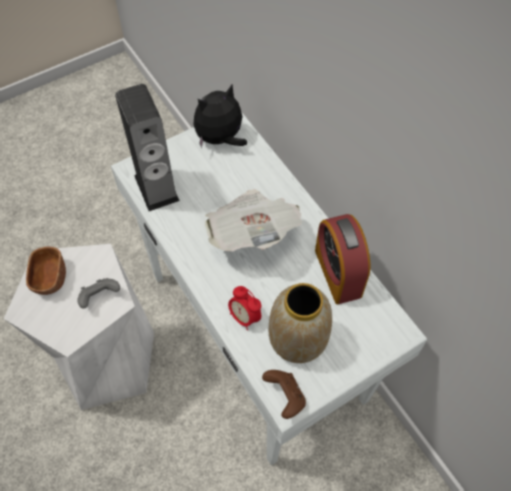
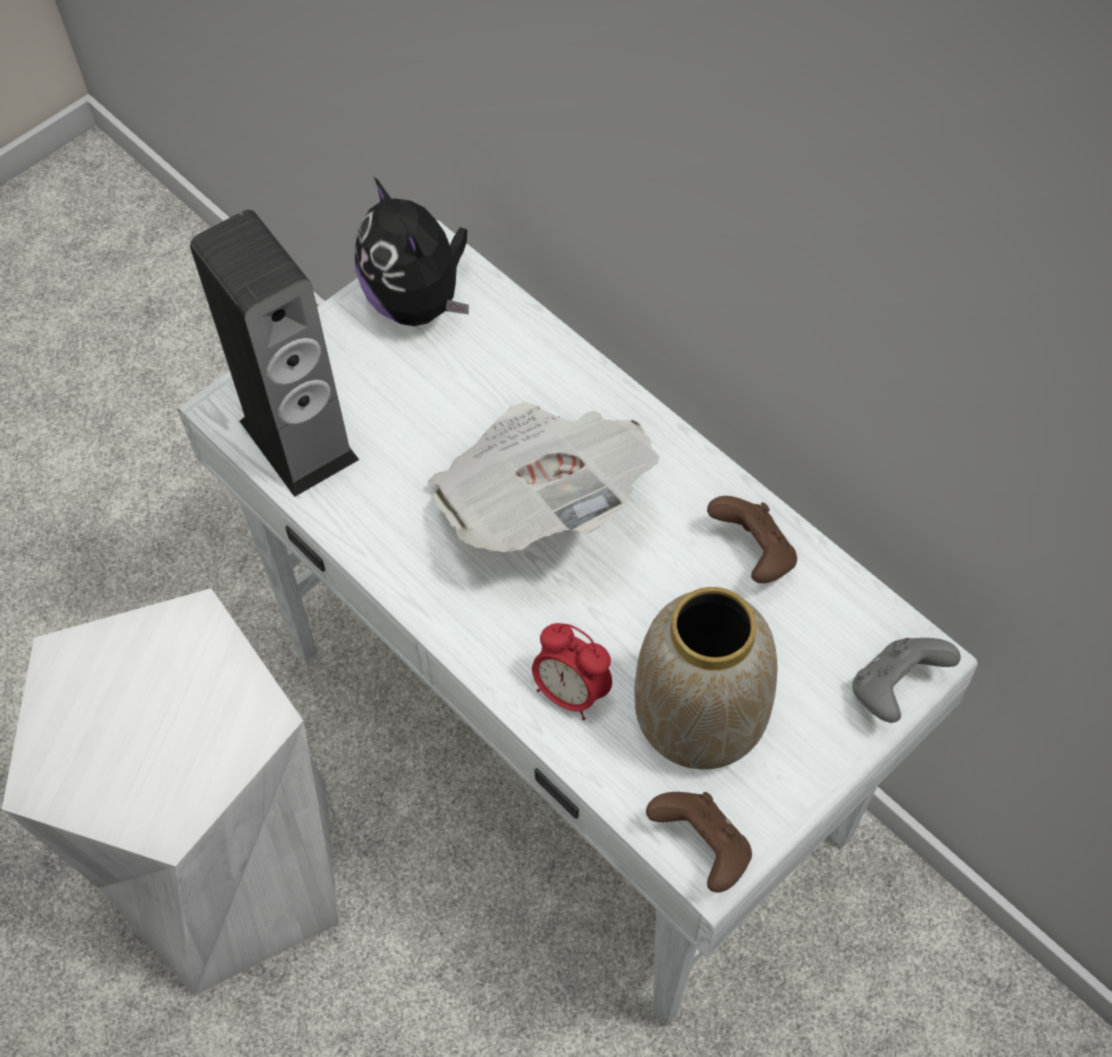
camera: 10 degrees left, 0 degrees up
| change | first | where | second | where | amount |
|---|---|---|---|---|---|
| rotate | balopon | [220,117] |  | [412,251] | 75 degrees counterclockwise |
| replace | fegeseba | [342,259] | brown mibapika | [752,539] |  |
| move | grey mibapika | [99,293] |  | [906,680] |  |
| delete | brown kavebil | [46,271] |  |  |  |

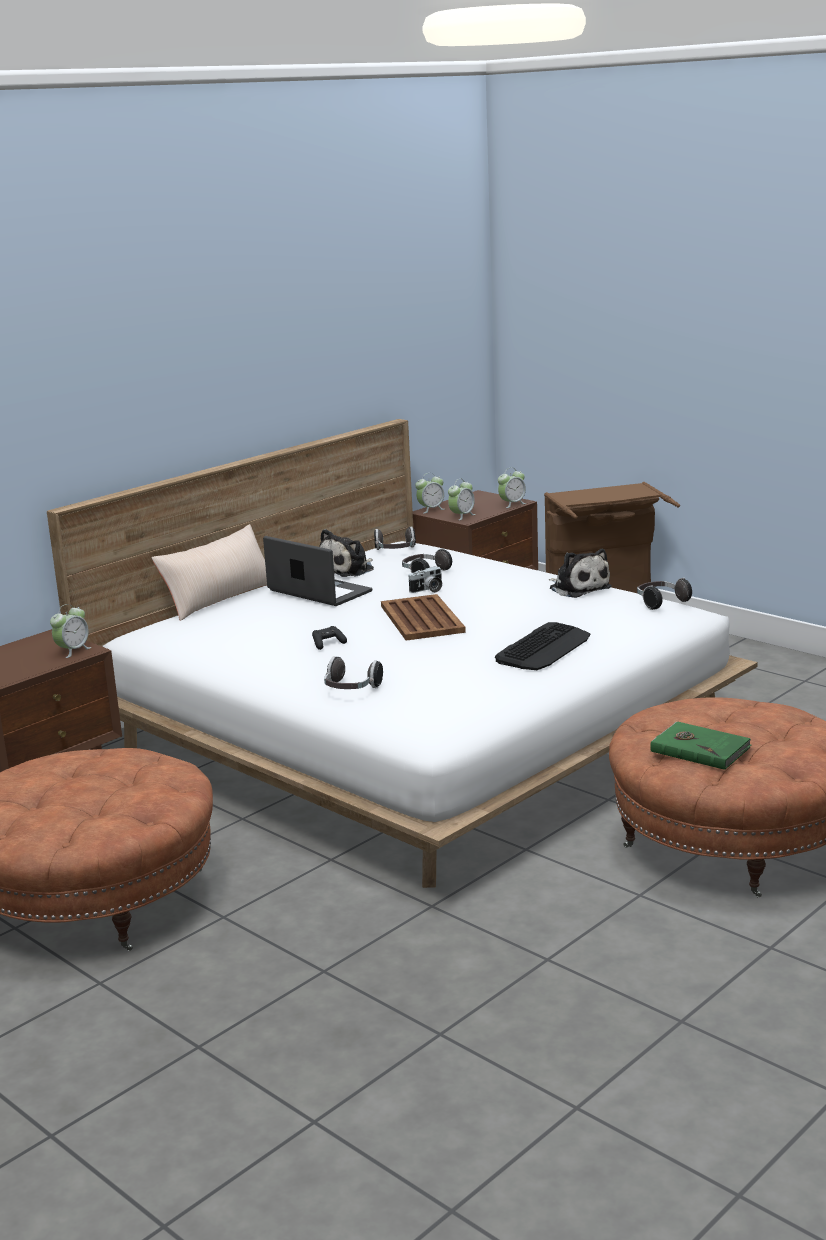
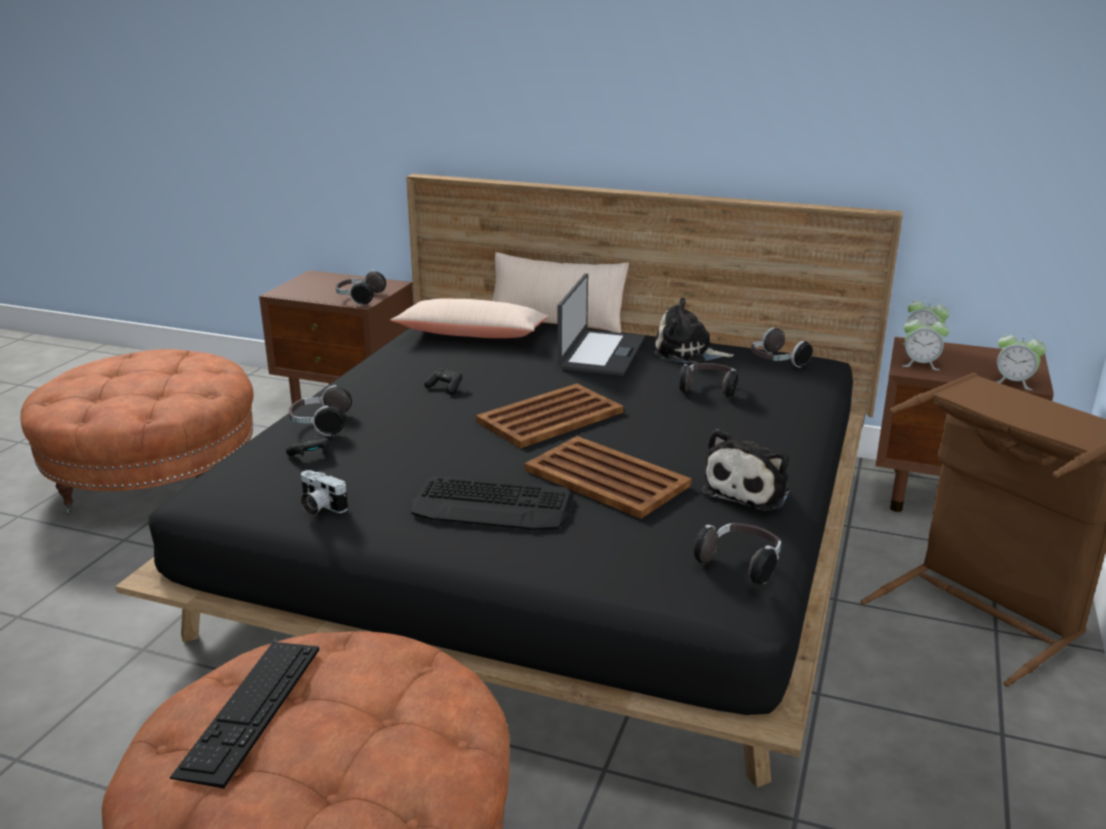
camera: 65 degrees right, 5 degrees up
| change | first | where | second | where | amount |
|---|---|---|---|---|---|
| recolor | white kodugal | [402,653] | black kodugal | [509,481] |  |
| replace | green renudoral | [701,746] | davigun | [244,715] |  |
| insert |  |  | black mibapika | [307,446] |  |
| move | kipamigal | [425,579] |  | [324,493] |  |
| replace | fegeseba | [71,631] | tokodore | [361,288] |  |
| insert |  |  | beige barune | [470,318] |  |
| insert |  |  | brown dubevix | [608,477] |  |

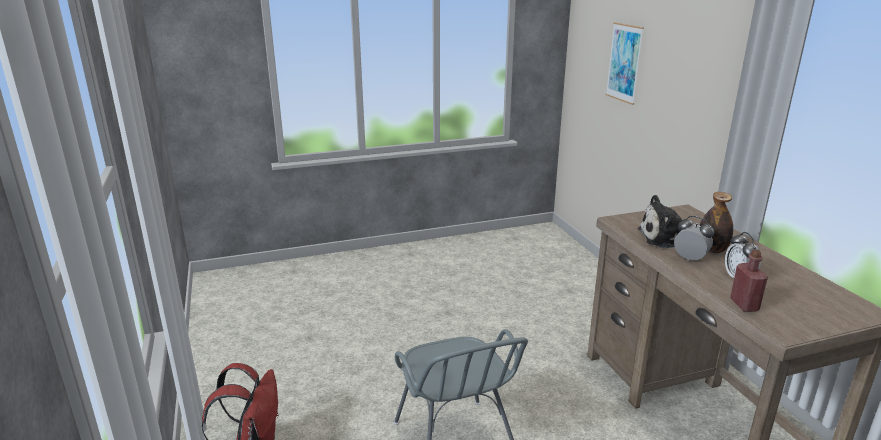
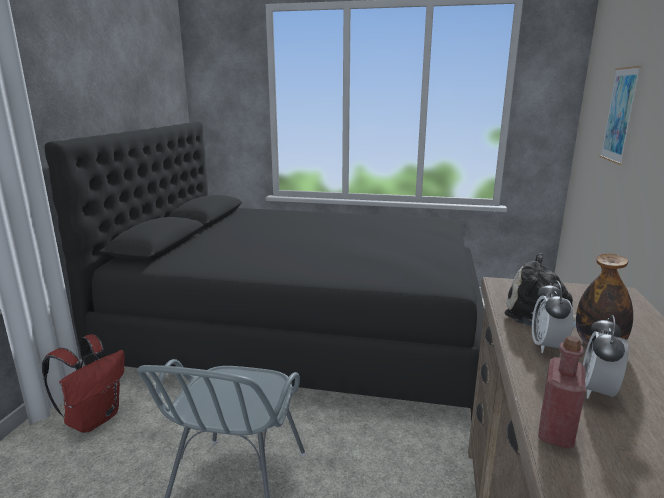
camera: 30 degrees right, 5 degrees down
| change | first | where | second | where | amount |
|---|---|---|---|---|---|
| insert |  |  | black kodugal | [264,271] |  |
| rotate | fegeseba | [694,238] |  | [552,316] | 150 degrees counterclockwise |

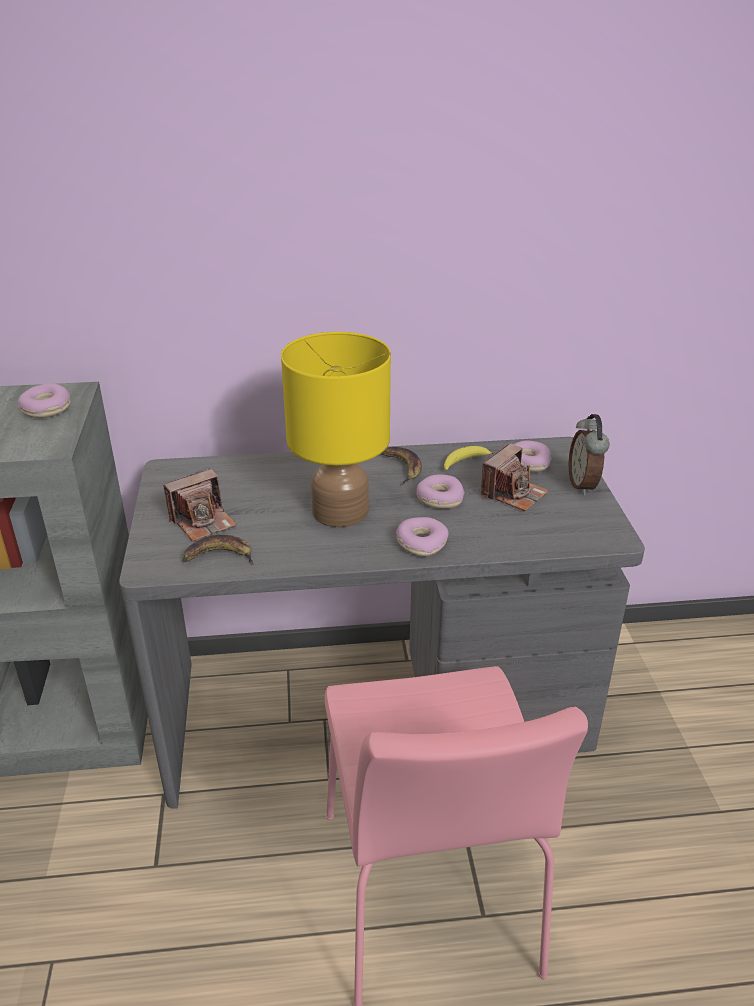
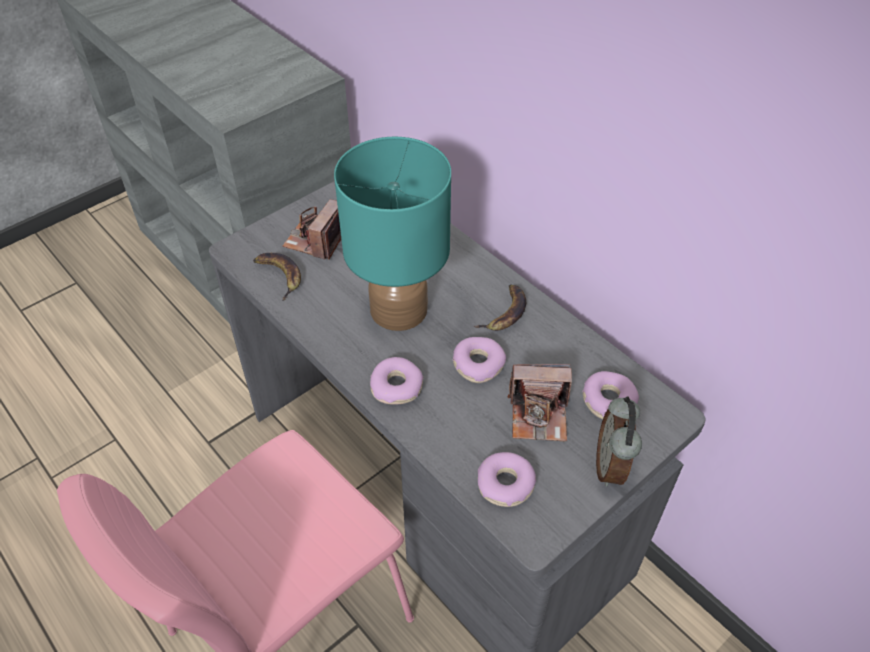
camera: 55 degrees right, 15 degrees up
| change | first | where | second | where | amount |
|---|---|---|---|---|---|
| rotate | kipamigal | [200,504] |  | [312,229] | 90 degrees clockwise |
| recolor | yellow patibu | [336,429] | turquoise patibu | [392,234] |  |
| move | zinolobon | [43,400] |  | [507,479] |  |
| rotate | fegeseba | [589,454] |  | [619,441] | 45 degrees counterclockwise |
| delete | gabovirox | [469,458] |  |  |  |

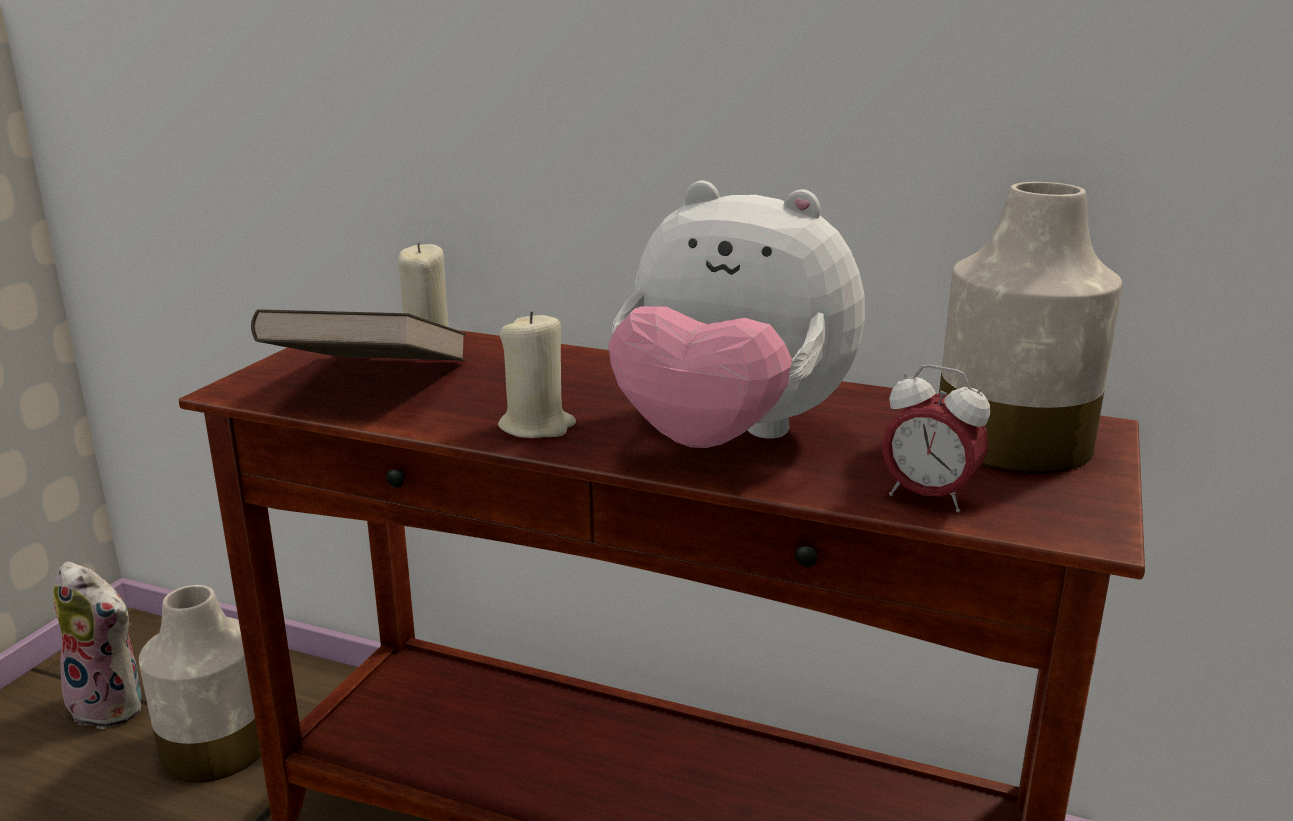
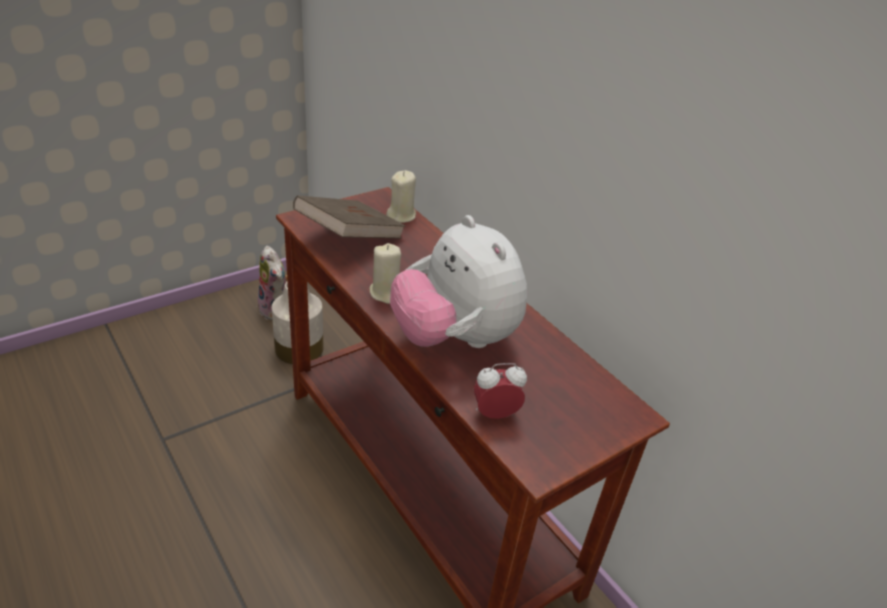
camera: 30 degrees right, 15 degrees up
| change | first | where | second | where | amount |
|---|---|---|---|---|---|
| rotate | fegeseba | [936,438] |  | [500,391] | 105 degrees clockwise |
| delete | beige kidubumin | [1030,328] |  |  |  |

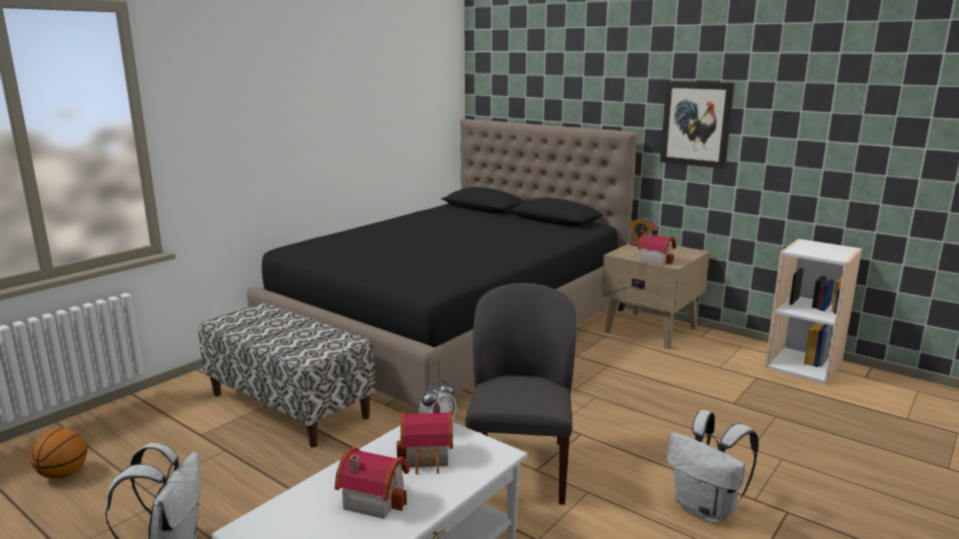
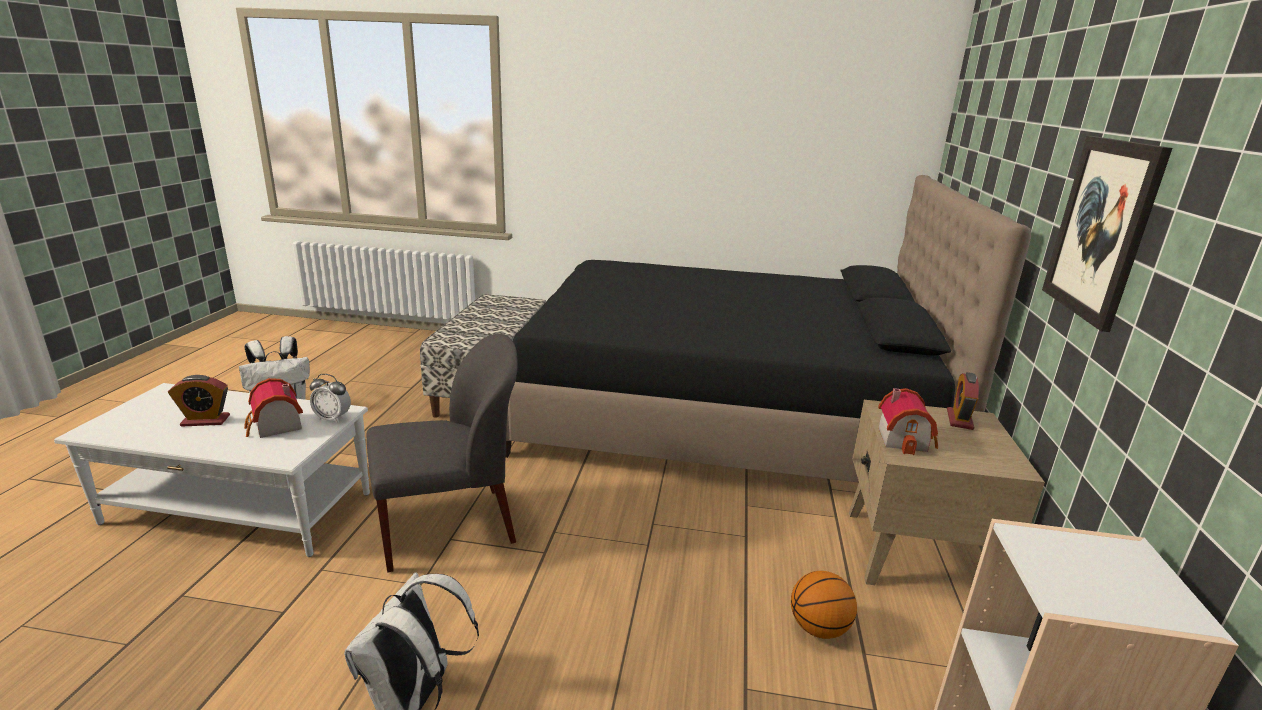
camera: 60 degrees right, 5 degrees up
| change | first | where | second | where | amount |
|---|---|---|---|---|---|
| replace | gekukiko | [372,483] | fegeseba | [199,401] |  |
| move | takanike | [58,453] |  | [824,605] |  |

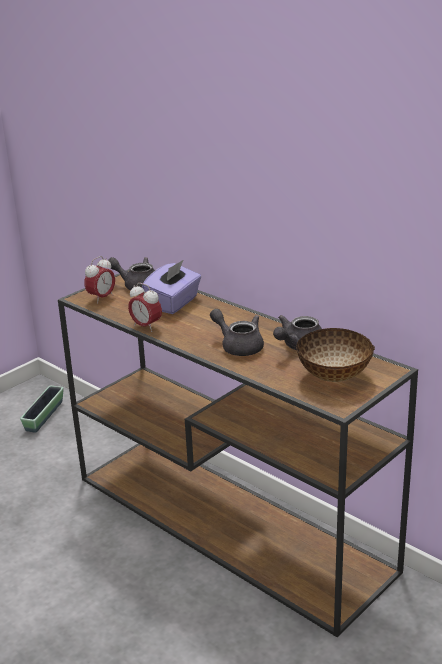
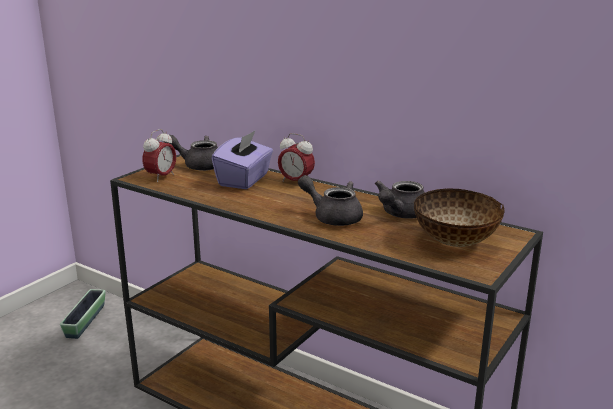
camera: 10 degrees left, 5 degrees down
| change | first | where | second | where | amount |
|---|---|---|---|---|---|
| move | fegeseba | [145,307] |  | [296,157] |  |

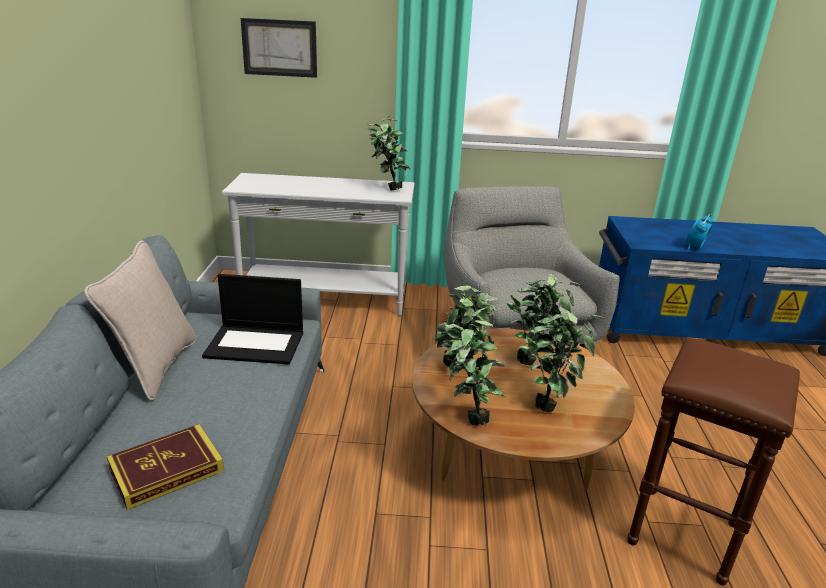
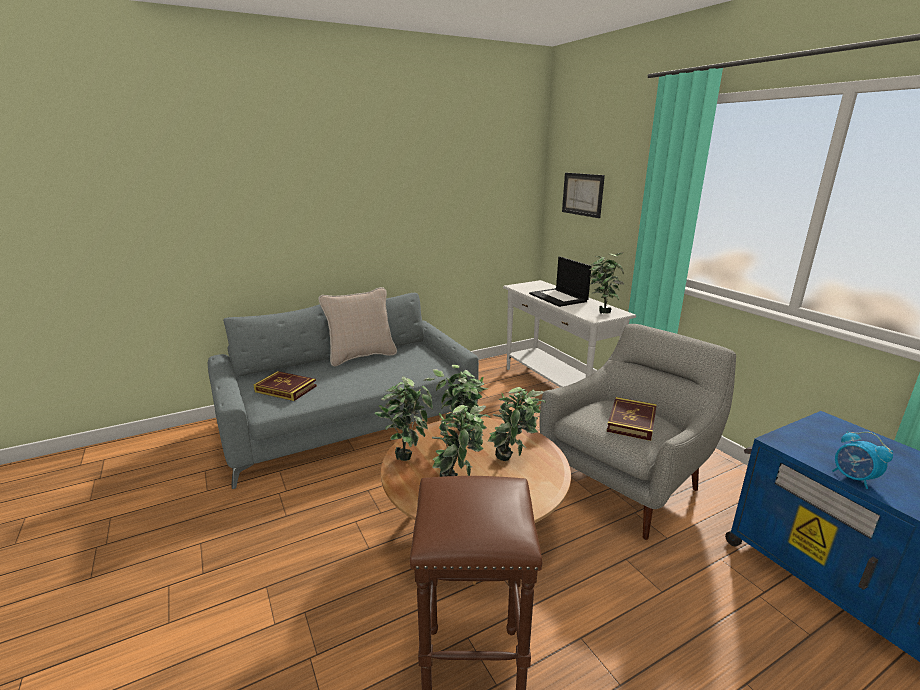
camera: 60 degrees right, 5 degrees down
| change | first | where | second | where | amount |
|---|---|---|---|---|---|
| move | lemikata | [252,319] |  | [560,281] |  |
| insert |  |  | renudoral | [632,419] |  |
| rotate | fegeseba | [699,232] |  | [862,460] | 120 degrees counterclockwise |

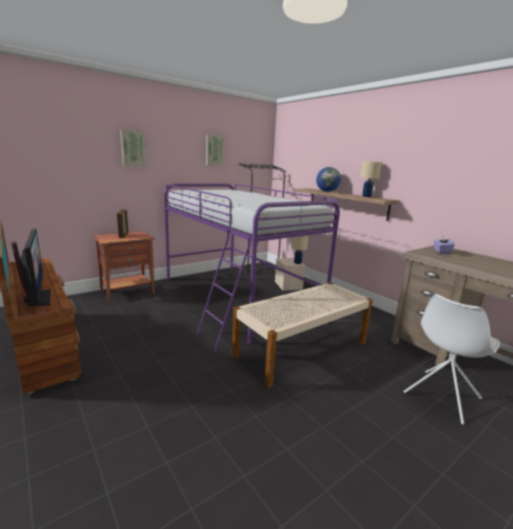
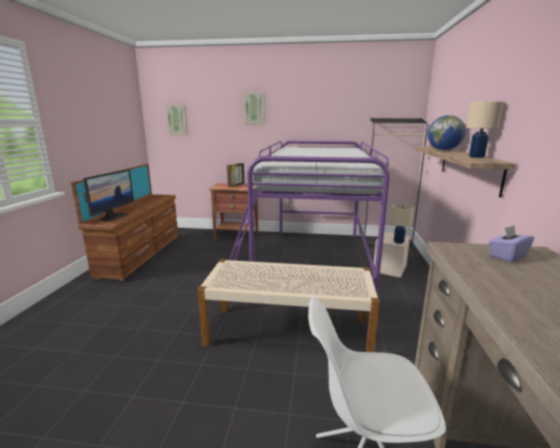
camera: 45 degrees right, 0 degrees up
| change | first | where | second | where | amount |
|---|---|---|---|---|---|
| move | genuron | [215,150] |  | [177,120] |  |

